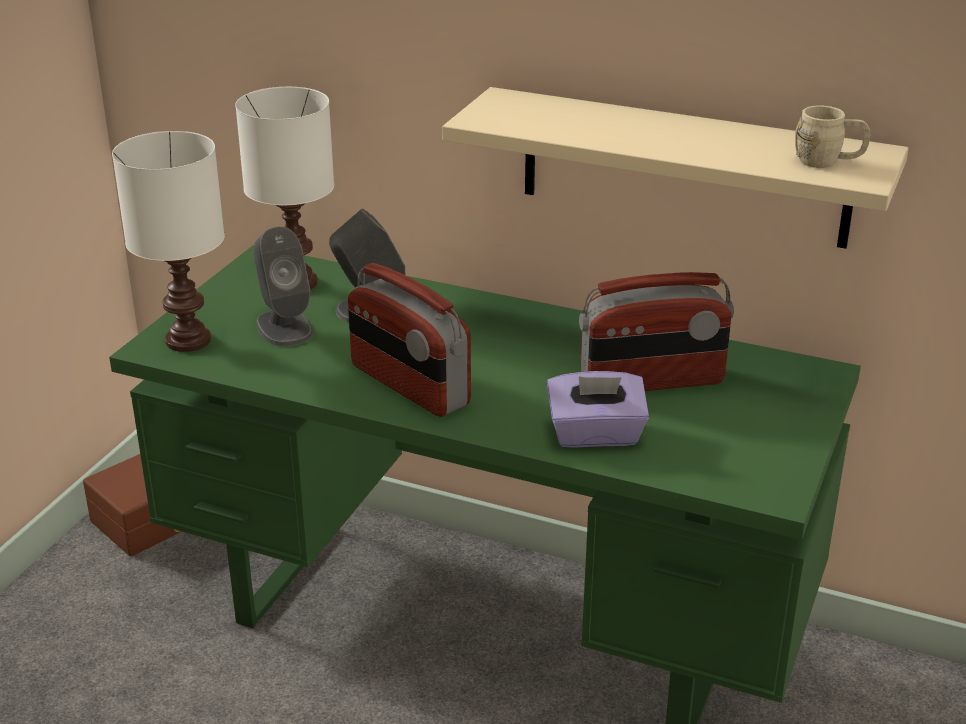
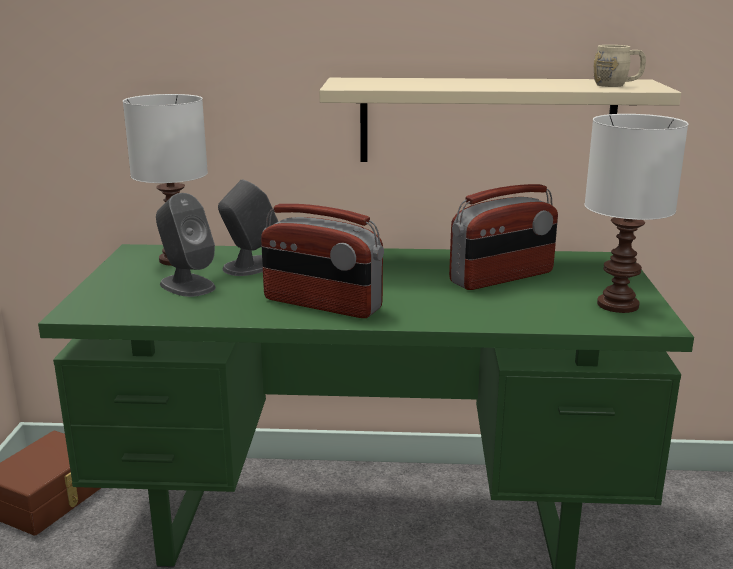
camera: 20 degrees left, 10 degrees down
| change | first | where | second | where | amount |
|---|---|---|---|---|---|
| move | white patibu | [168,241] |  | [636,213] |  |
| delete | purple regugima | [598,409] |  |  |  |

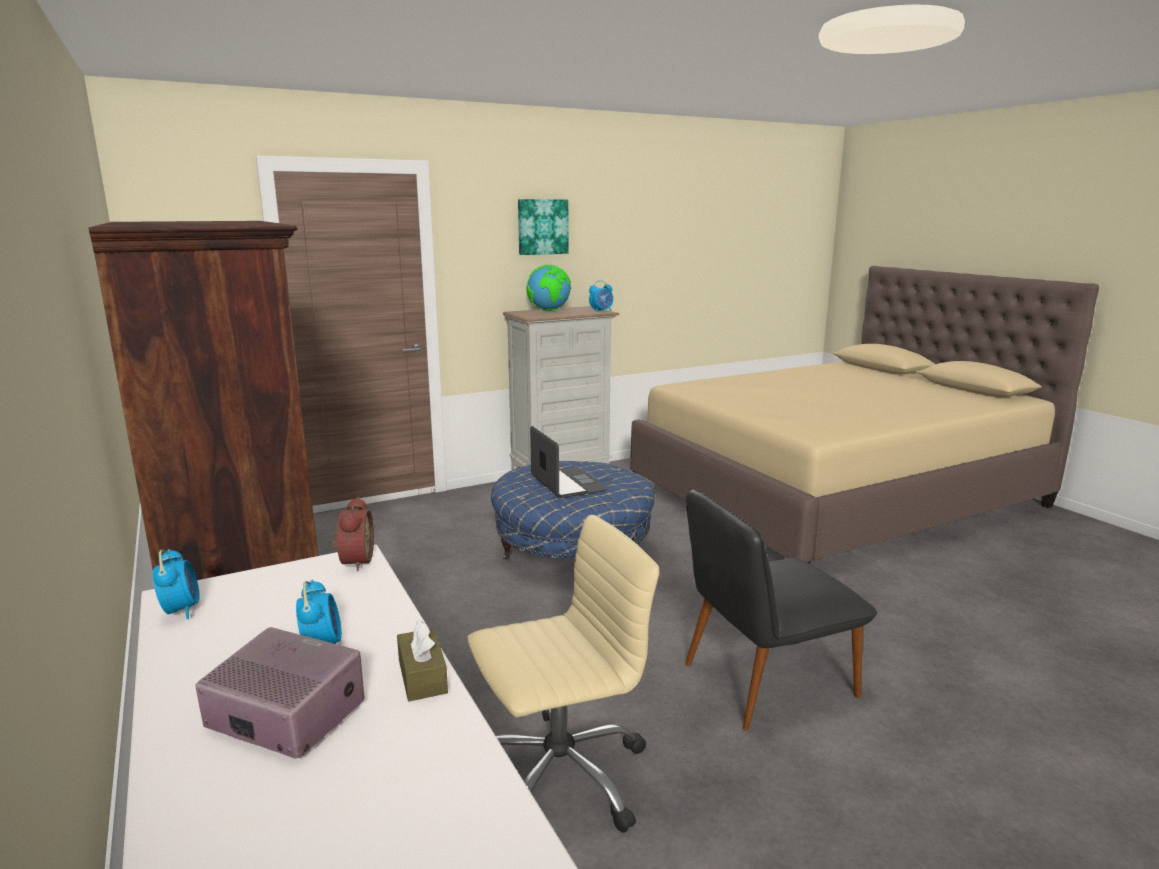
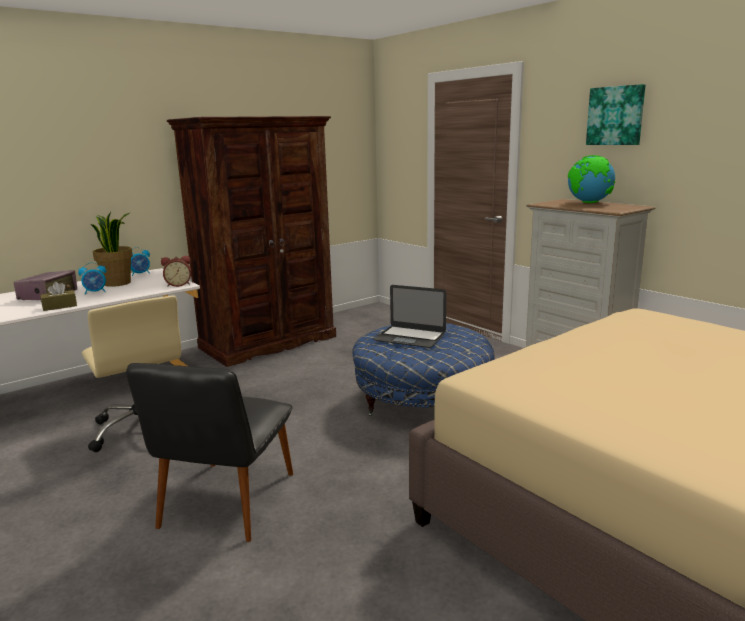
camera: 80 degrees right, 0 degrees up
| change | first | where | second | where | amount |
|---|---|---|---|---|---|
| insert |  |  | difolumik | [111,249] |  |
| rotate | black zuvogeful | [781,610] |  | [209,452] | 135 degrees counterclockwise |
| rotate | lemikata | [569,462] |  | [410,316] | 60 degrees clockwise |
| delete | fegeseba | [601,297] |  |  |  |

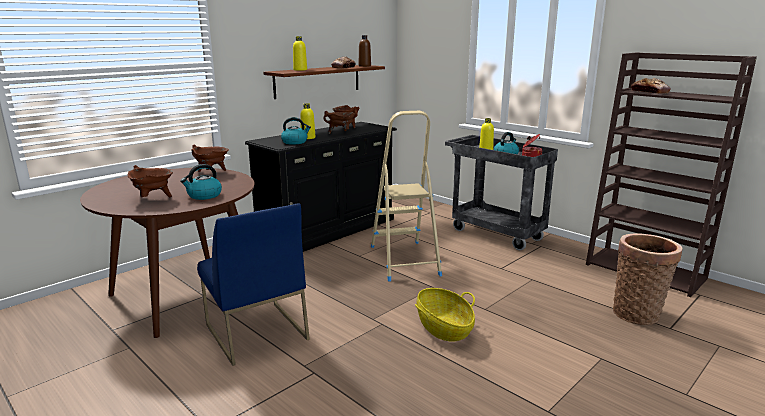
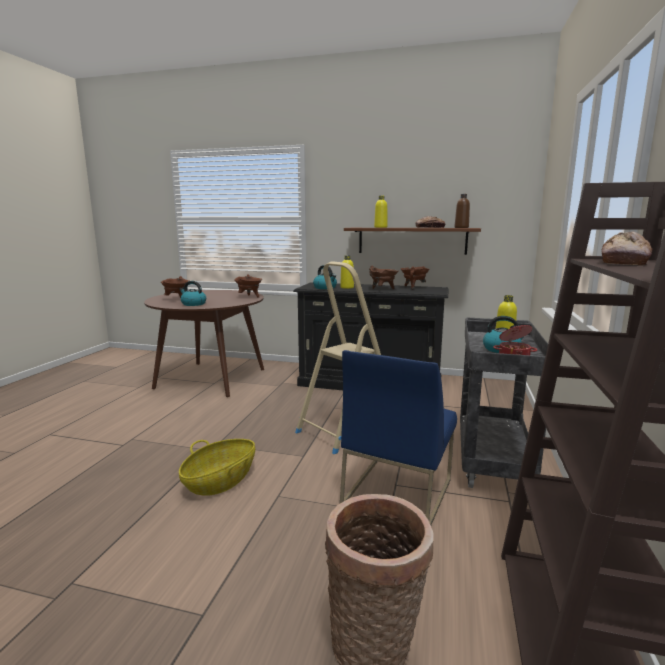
camera: 60 degrees right, 5 degrees down
| change | first | where | second | where | amount |
|---|---|---|---|---|---|
| move | blue zuvogeful | [253,284] |  | [398,437] |  |

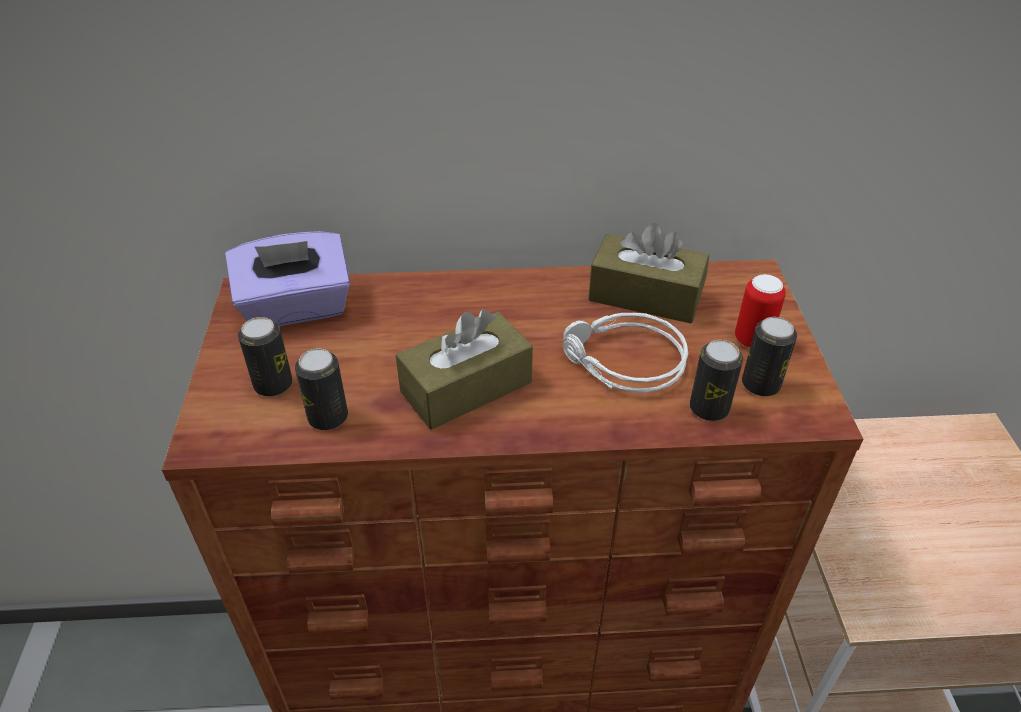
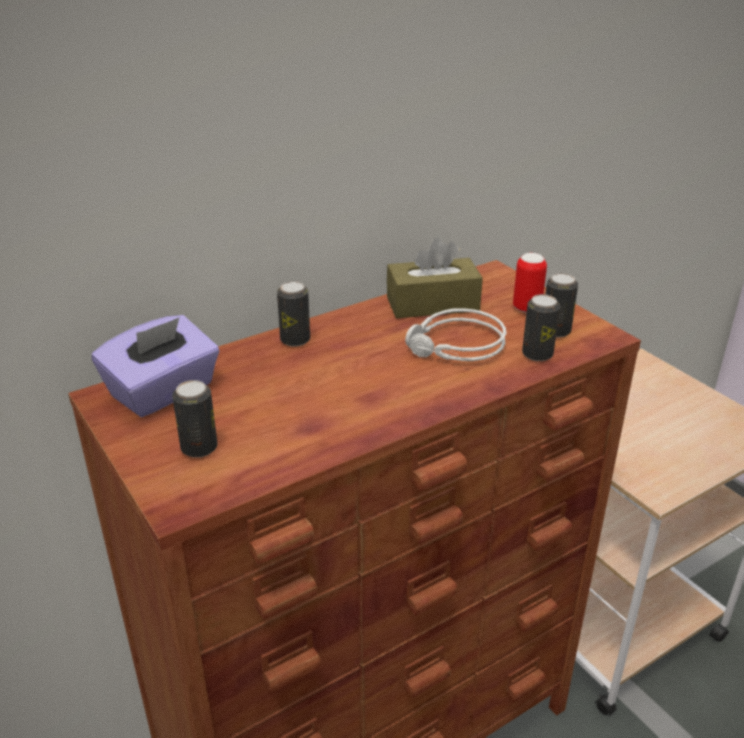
camera: 30 degrees left, 10 degrees down
| change | first | where | second | where | amount |
|---|---|---|---|---|---|
| move | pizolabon | [321,389] |  | [293,314] |  |
| delete | brown regugima | [464,369] |  |  |  |

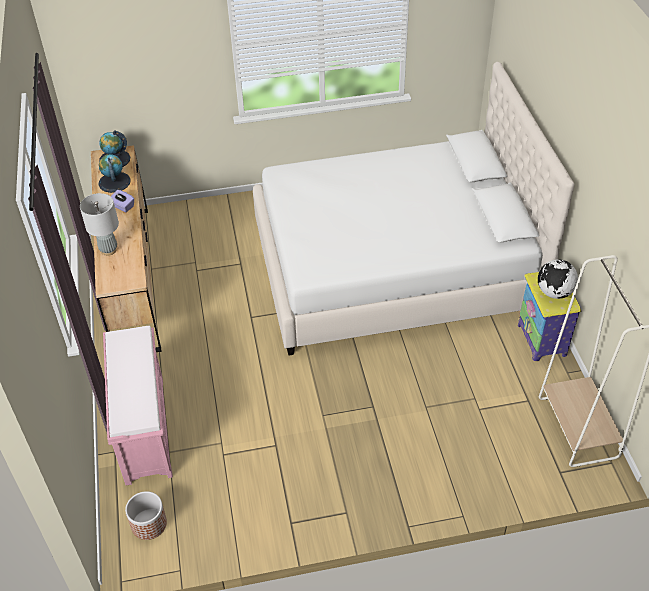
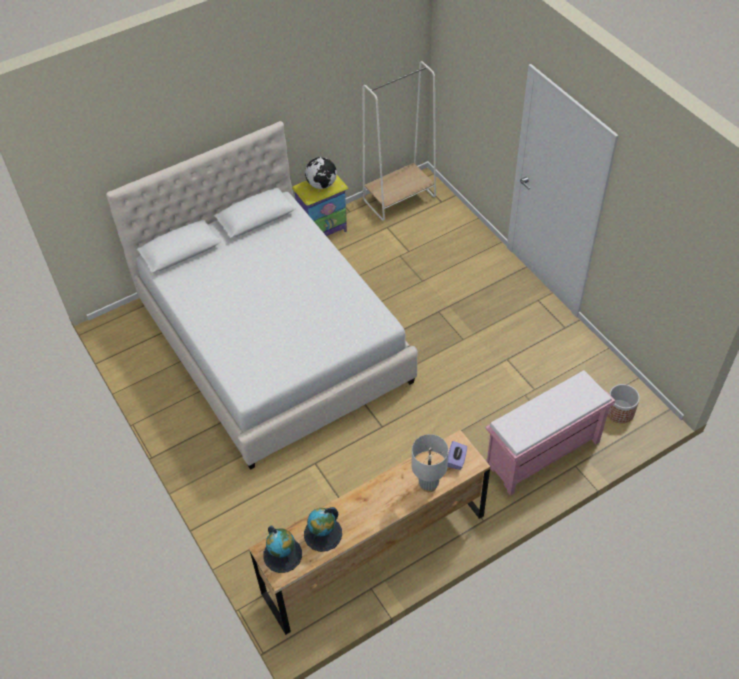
camera: 110 degrees left, 5 degrees up
| change | first | where | second | where | amount |
|---|---|---|---|---|---|
| move | purple regugima | [122,201] |  | [457,455] |  |

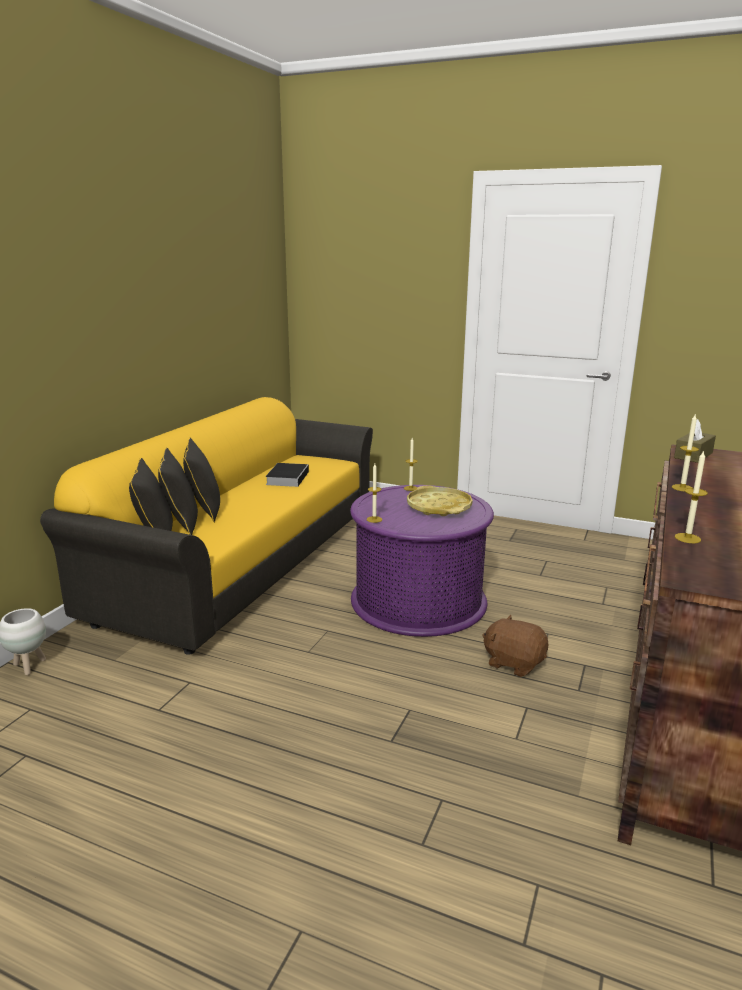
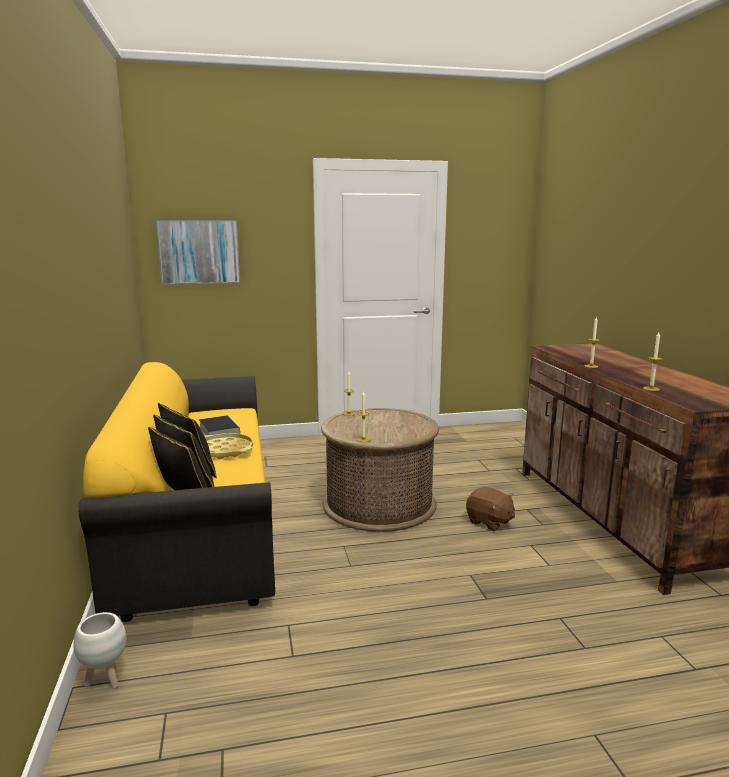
camera: 35 degrees left, 5 degrees down
| change | first | where | second | where | amount |
|---|---|---|---|---|---|
| insert |  |  | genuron | [198,252] |  |
| move | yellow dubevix | [440,500] |  | [228,446] |  |
| recolor | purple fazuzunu | [422,561] | brown fazuzunu | [380,470] |  |
| rotate | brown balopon | [515,645] |  | [490,509] | 135 degrees counterclockwise |
| delete | brown regugima | [695,441] |  |  |  |

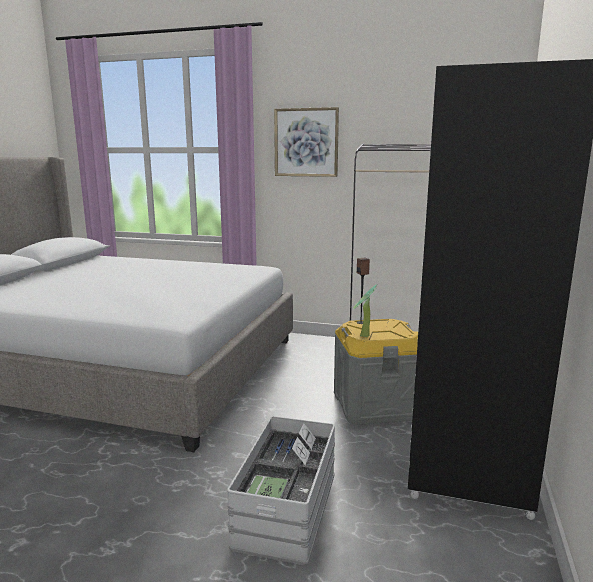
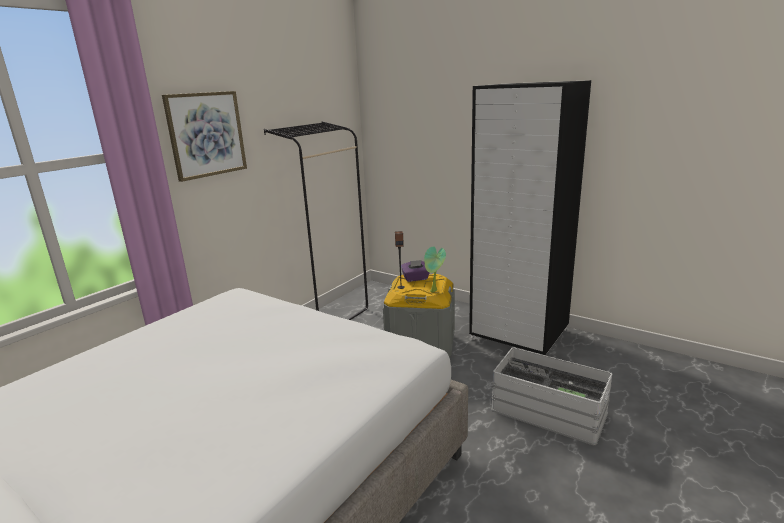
camera: 70 degrees left, 5 degrees up
| change | first | where | second | where | amount |
|---|---|---|---|---|---|
| insert |  |  | purple regugima | [415,271] |  |

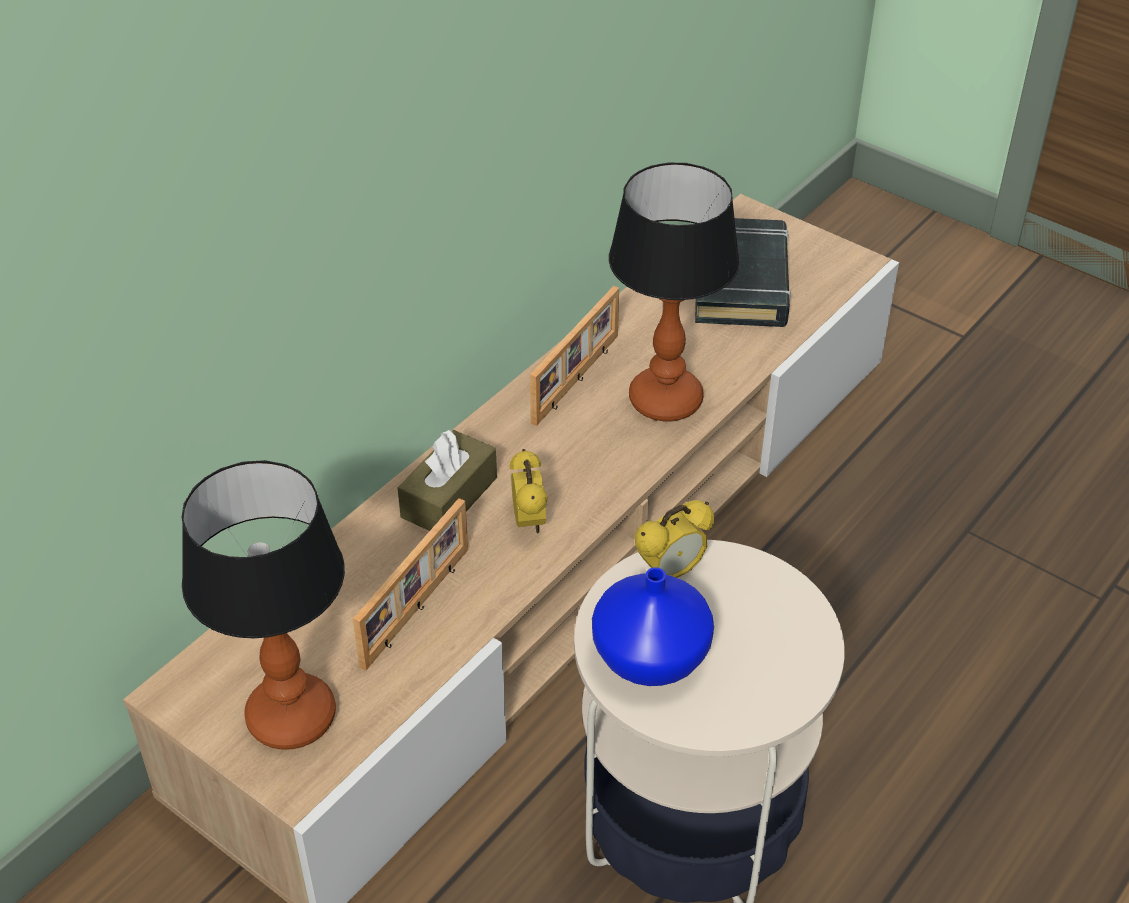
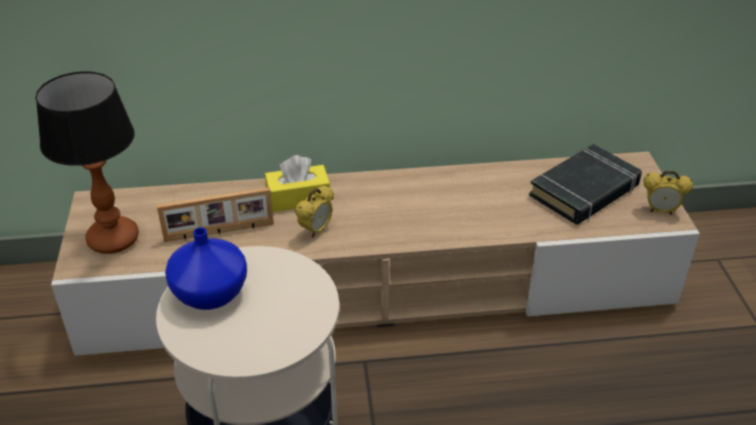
camera: 45 degrees right, 5 degrees down
| change | first | where | second | where | amount |
|---|---|---|---|---|---|
| recolor | brown regugima | [447,480] | yellow regugima | [298,183] |  |
| move | fegeseba | [674,539] |  | [668,193] |  |
| delete | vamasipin | [574,356] |  |  |  |
| delete | patibu | [674,291] |  |  |  |

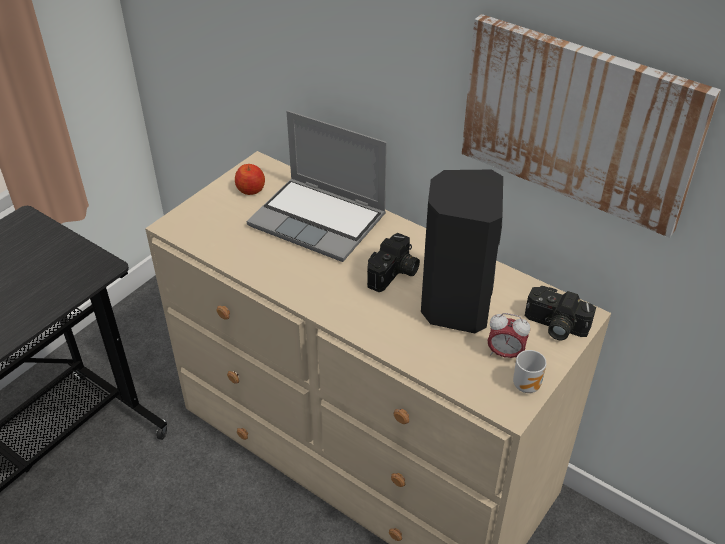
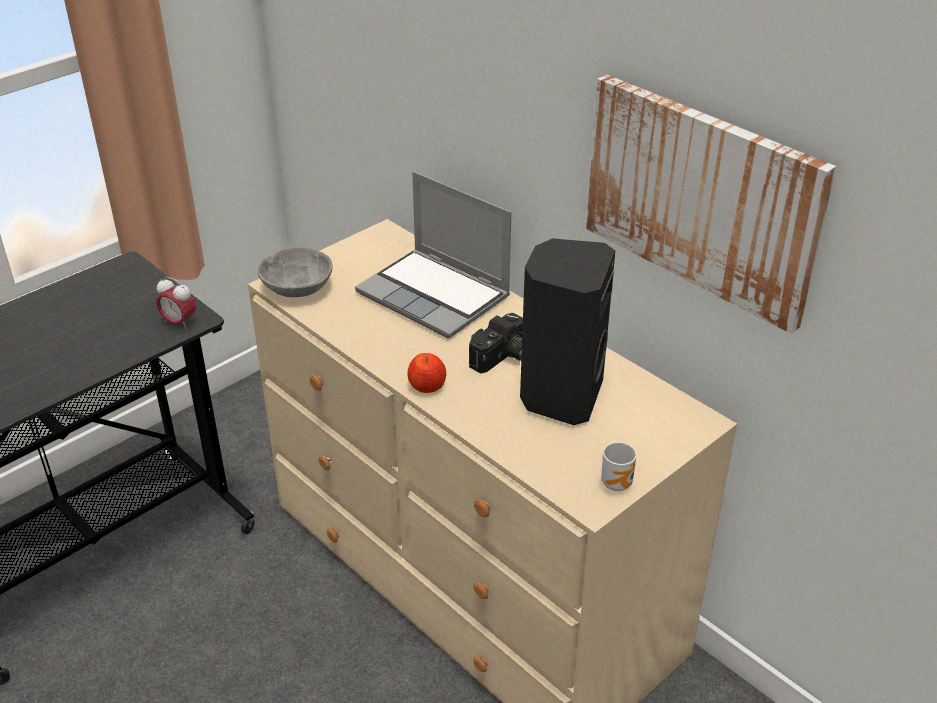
camera: 10 degrees right, 5 degrees down
| change | first | where | second | where | amount |
|---|---|---|---|---|---|
| move | fegeseba | [508,335] |  | [176,303] |  |
| insert |  |  | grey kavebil | [295,272] |  |
| move | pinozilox | [250,179] |  | [426,373] |  |
| delete | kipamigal | [560,313] |  |  |  |

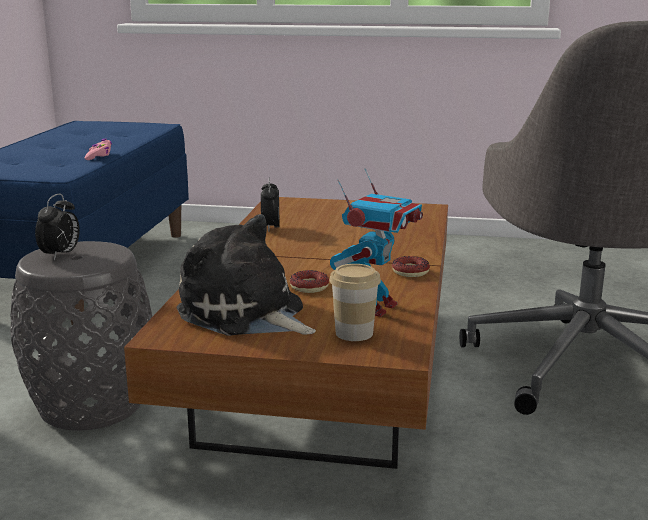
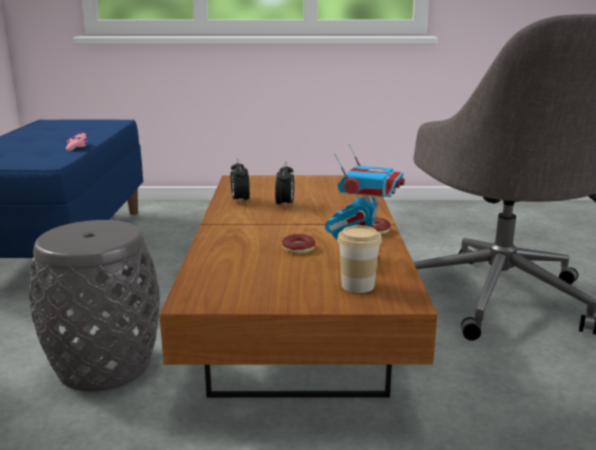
camera: 10 degrees left, 0 degrees up
| change | first | where | second | where | amount |
|---|---|---|---|---|---|
| move | fegeseba | [57,227] |  | [284,185] |  |
| delete | balopon | [246,275] |  |  |  |

